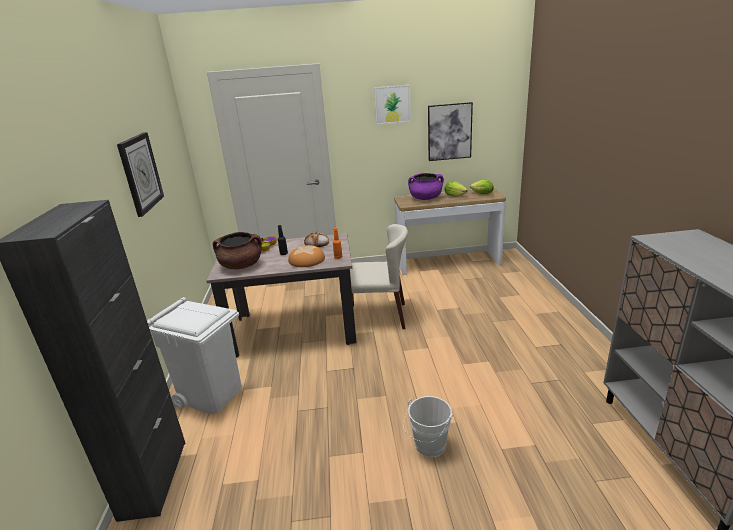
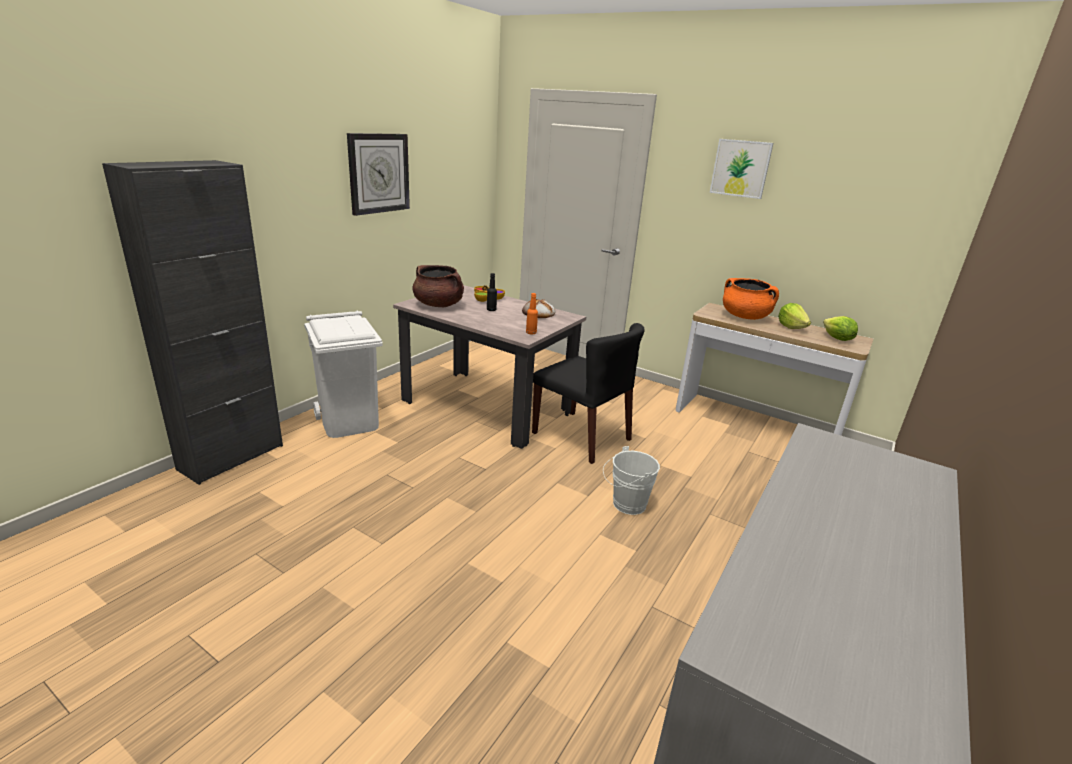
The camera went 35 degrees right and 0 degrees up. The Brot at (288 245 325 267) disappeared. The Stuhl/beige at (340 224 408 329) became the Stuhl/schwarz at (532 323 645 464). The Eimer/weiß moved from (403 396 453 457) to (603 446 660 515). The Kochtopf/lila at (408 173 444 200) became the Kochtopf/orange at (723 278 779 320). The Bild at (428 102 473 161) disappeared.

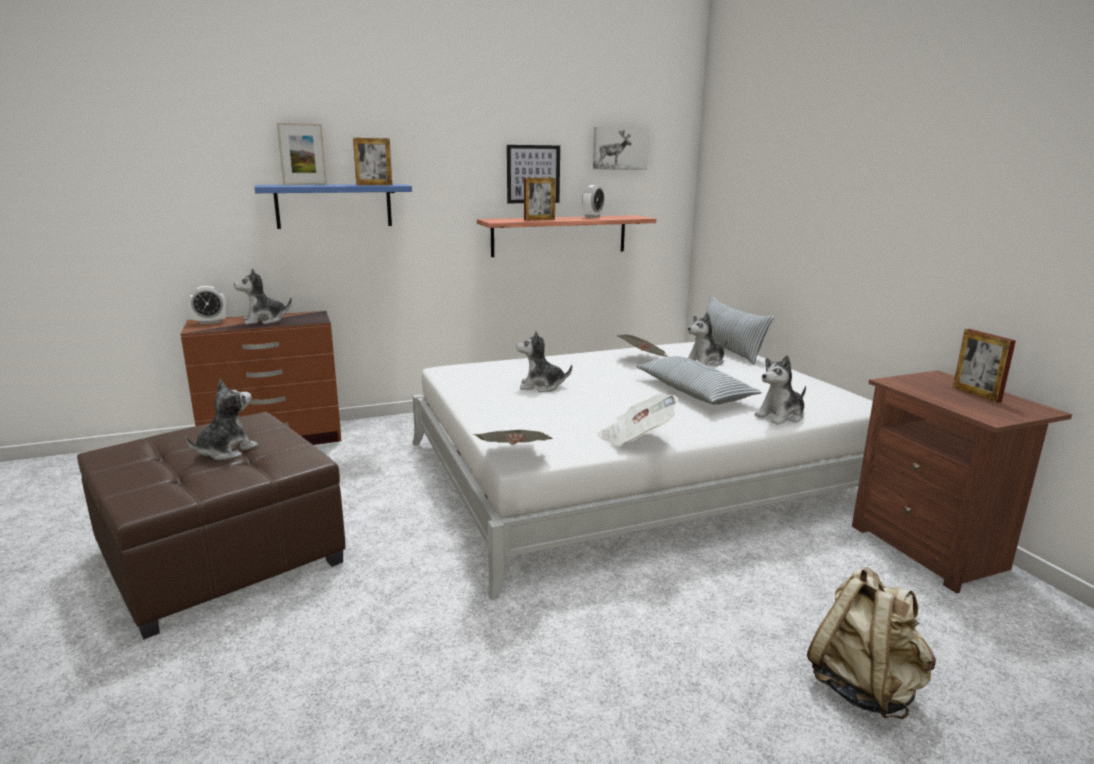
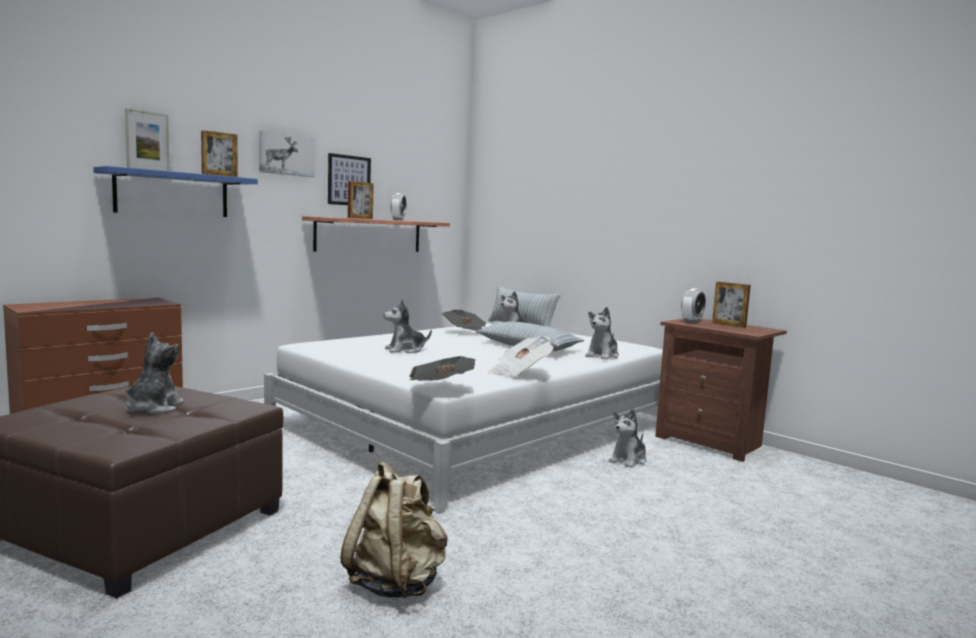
The camera went 25 degrees left and 10 degrees down. The Wecker moved from (189 286 226 324) to (681 288 706 323). The Plüschtier moved from (234 268 292 325) to (609 409 647 468). The Bild moved from (593 127 649 170) to (259 131 315 177). The Rucksack/beige moved from (807 567 936 719) to (341 461 447 598).

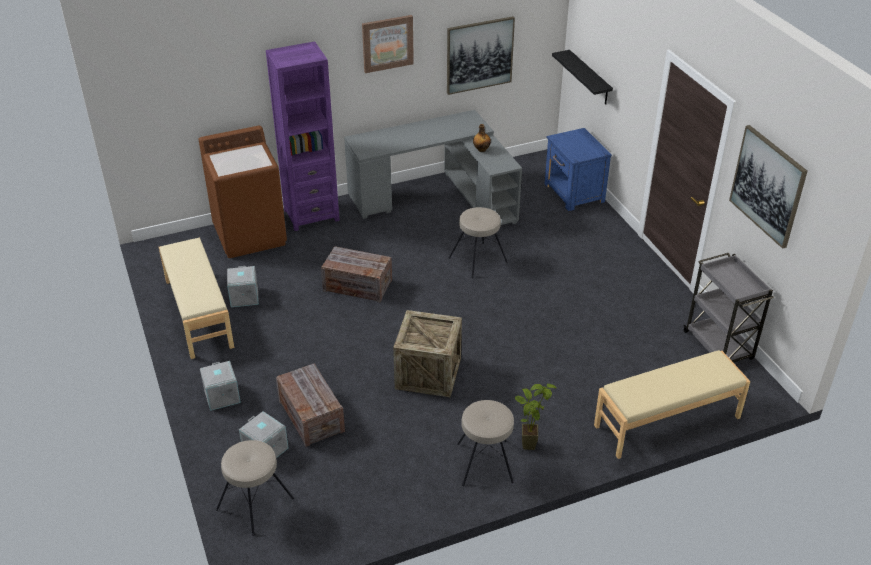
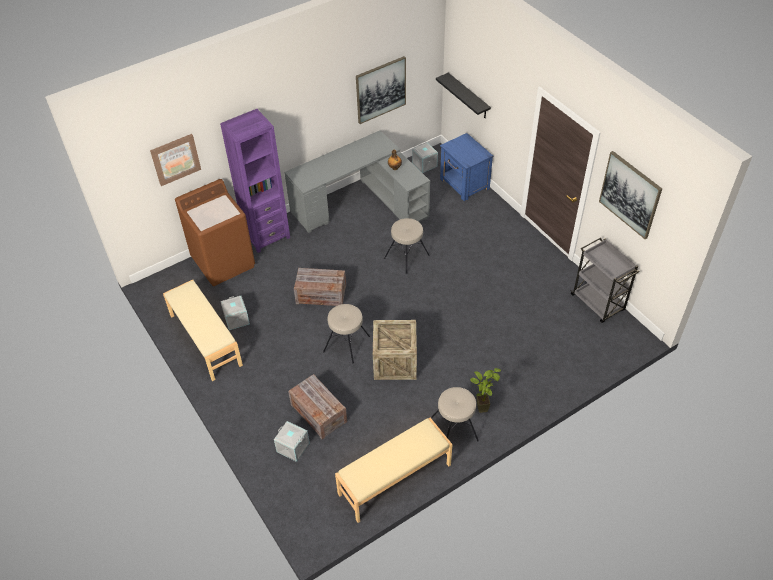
The camera went 10 degrees left and 10 degrees up. The Aufbewahrungsbox/grau moved from (200 361 241 411) to (412 142 438 173). The Hocker/beige moved from (216 440 294 536) to (323 304 370 363). The Bild moved from (362 15 414 73) to (150 134 201 186). The Bank/beige moved from (594 350 750 459) to (335 418 452 523).

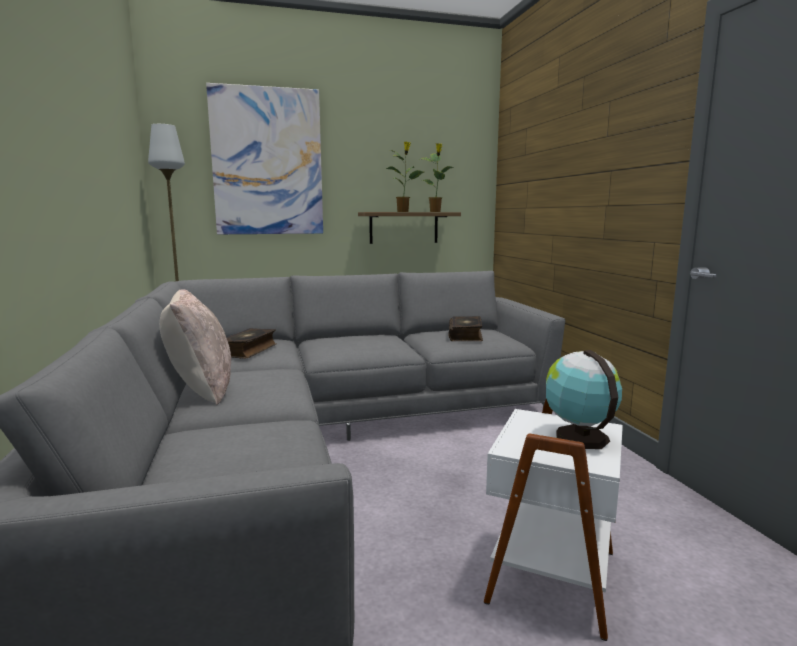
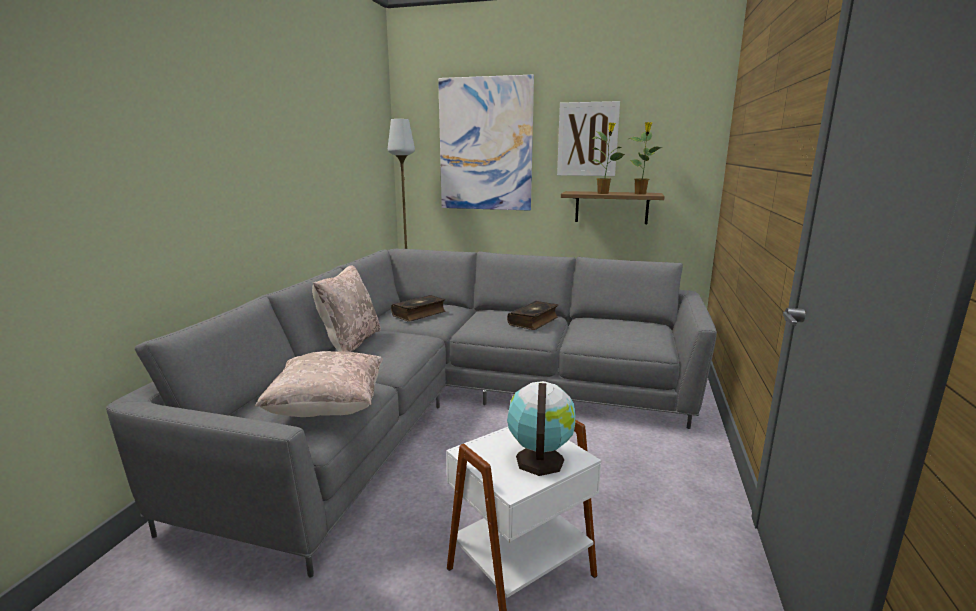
The camera went 30 degrees right and 5 degrees up. The Buch moved from (449 316 483 341) to (507 301 558 330). The Kissen/beige at (255 351 383 417) appeared. The Bild at (557 101 620 176) appeared.

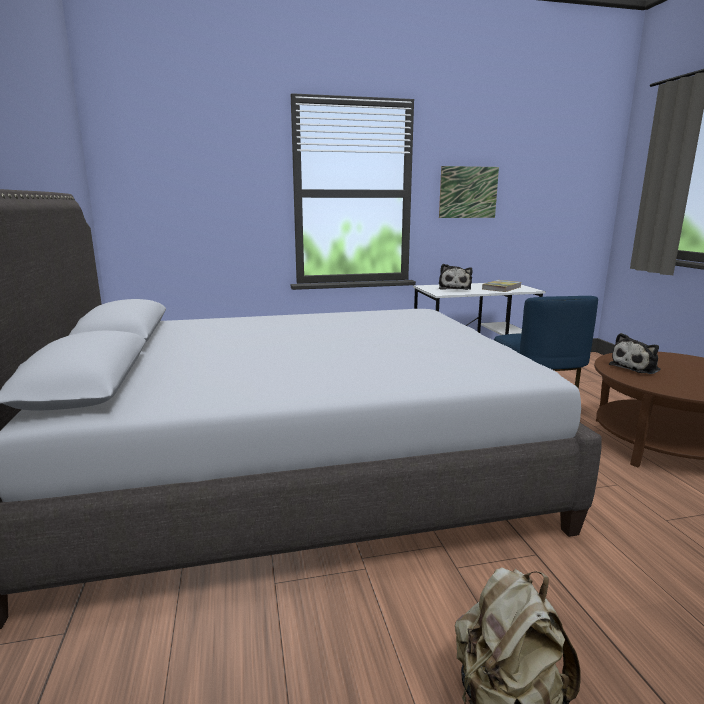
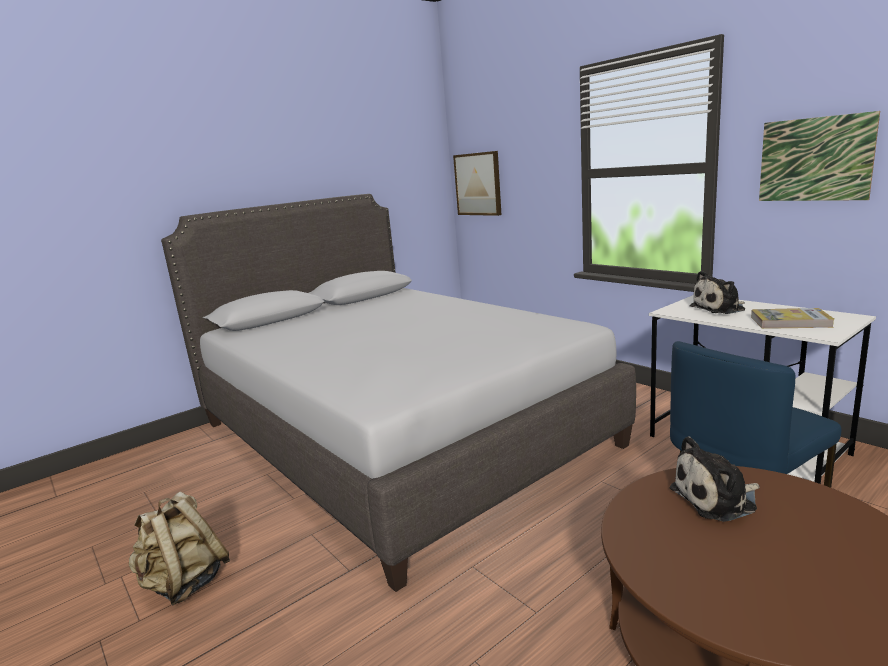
The camera went 65 degrees right and 0 degrees up. The Plüschtier at (609 333 661 374) turned 45 degrees counterclockwise. The Bild at (453 151 501 216) appeared.

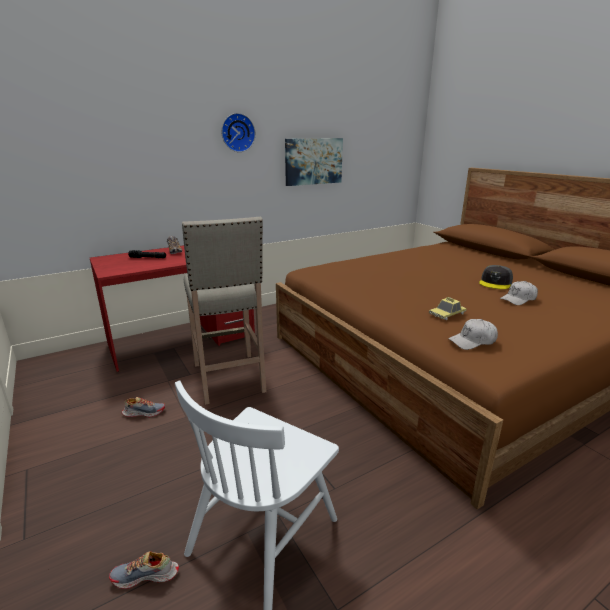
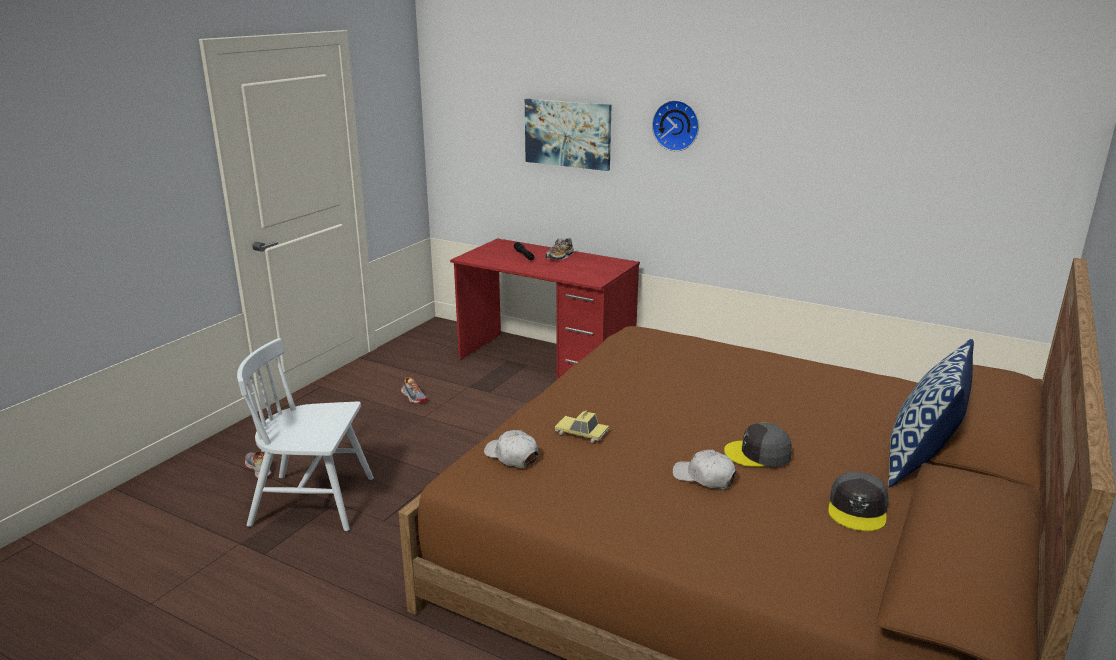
The camera went 60 degrees right and 0 degrees up. The Hocker/beige at (182 217 267 405) disappeared. The Bild moved from (285 138 343 186) to (525 99 612 171). The Kappe/grau at (828 471 888 531) appeared. The Kissen at (888 339 974 487) appeared.

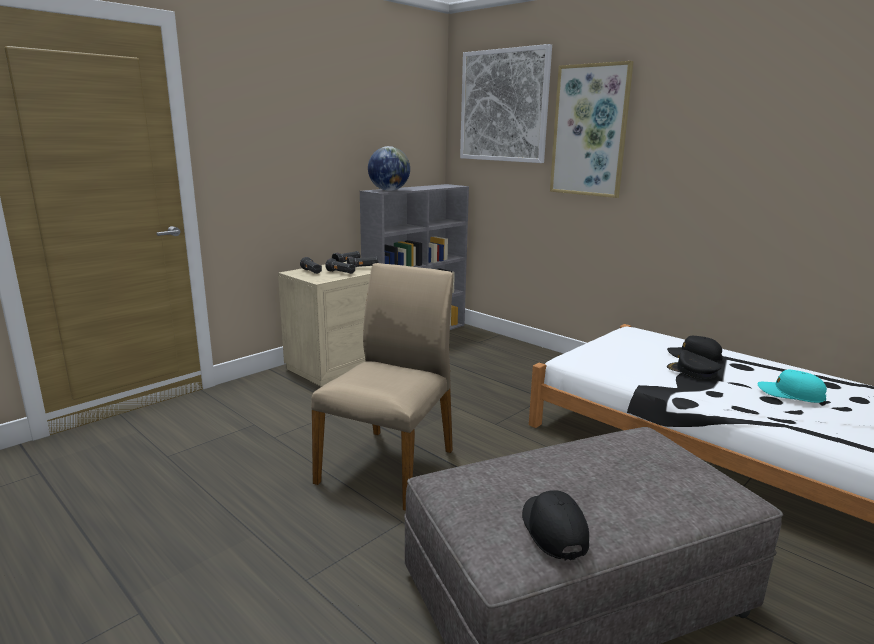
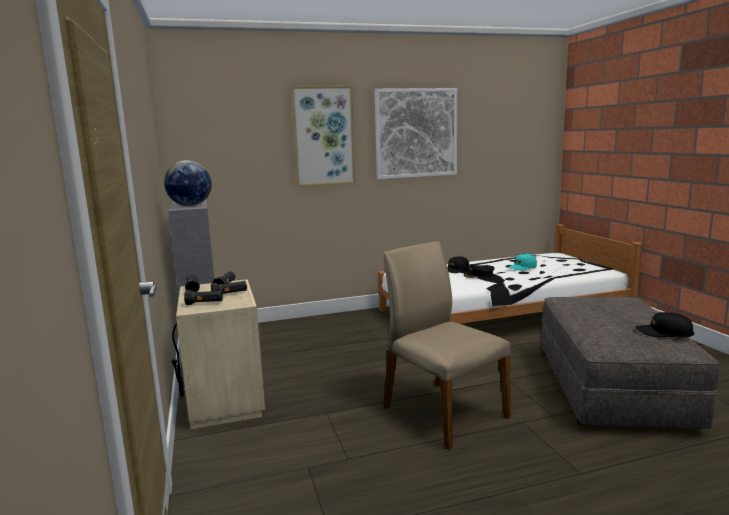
The camera went 60 degrees left and 5 degrees down. The Bild moved from (460 44 552 163) to (374 88 457 179).

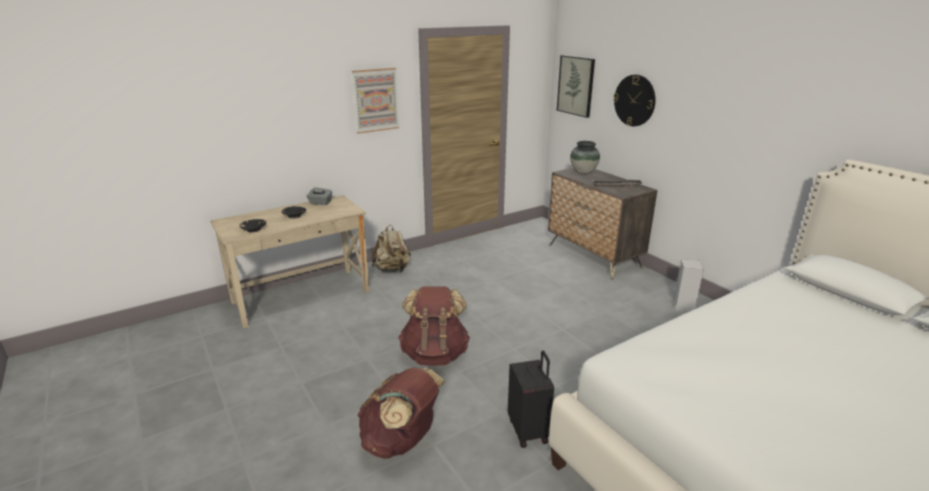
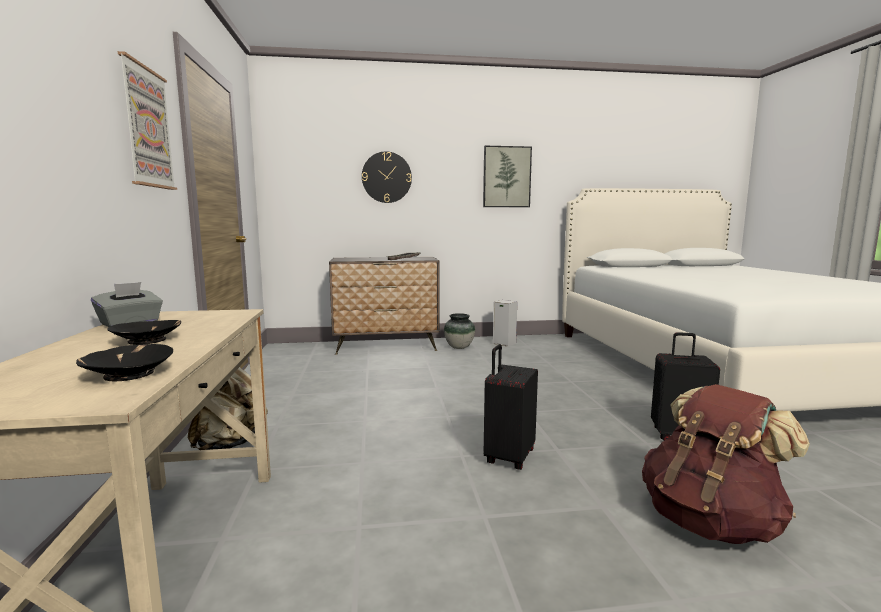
The camera went 65 degrees left and 15 degrees down. The Rucksack/braun at (398 287 470 366) was replaced by the Koffer/schwarz at (484 344 538 470). The Bild moved from (557 55 595 118) to (483 146 532 207). The Vase moved from (570 141 600 174) to (444 313 475 349).

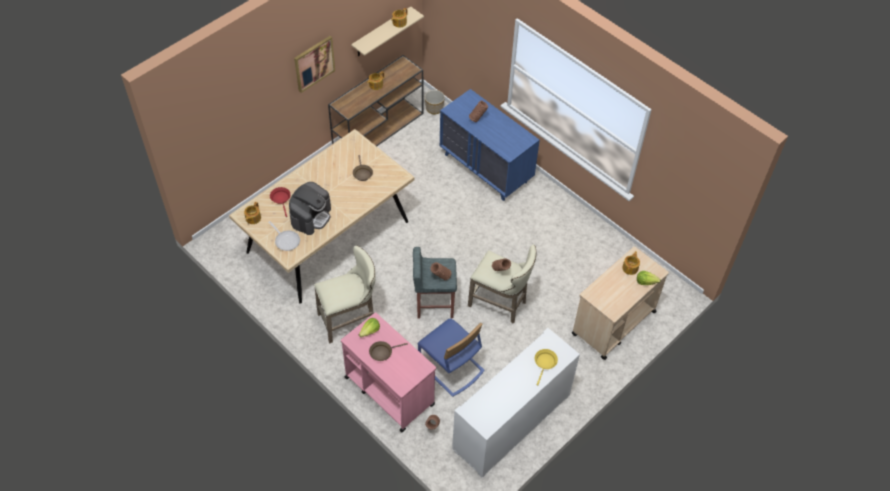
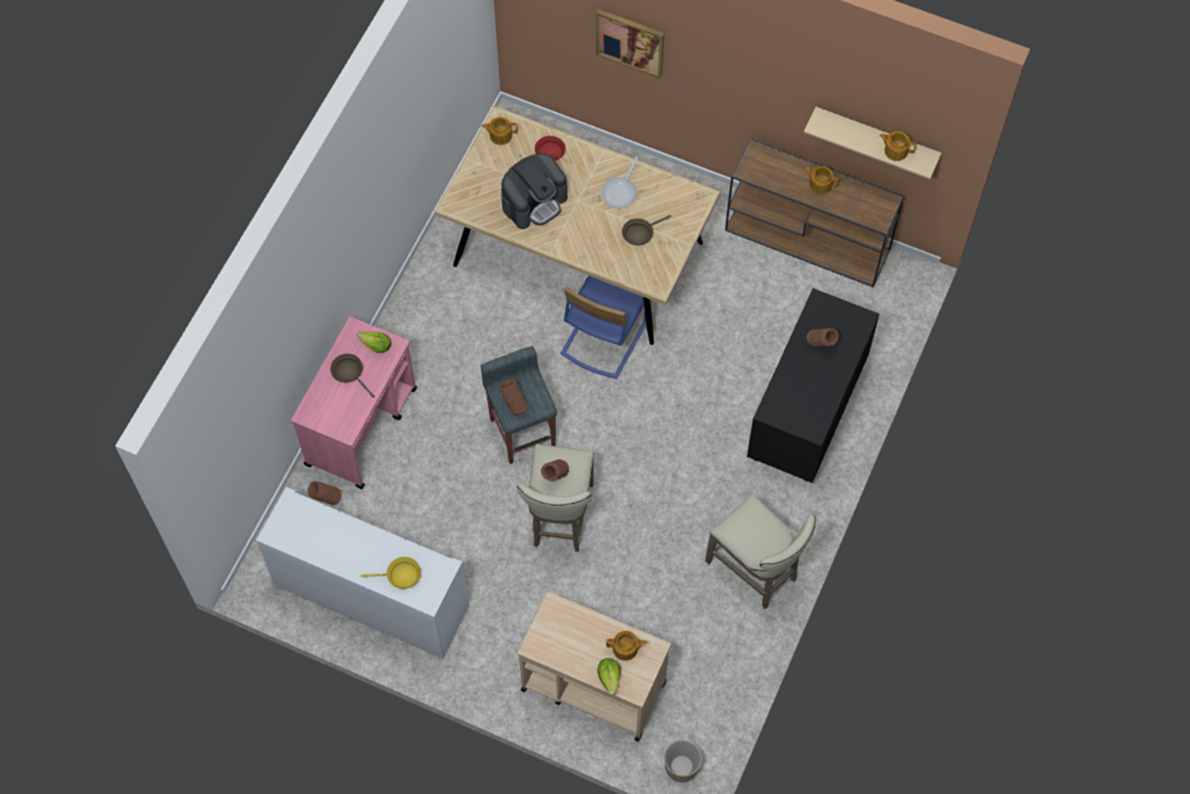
The camera went 70 degrees right and 10 degrees up. The Pfanne moved from (268 221 300 251) to (601 157 638 208). The Kaffeemaschine at (289 182 331 235) turned 45 degrees counterclockwise. The Bild moved from (294 36 335 93) to (596 9 664 79). The Hocker/beige moved from (314 246 376 344) to (705 494 816 609). The Stuhl/blau moved from (418 318 485 397) to (561 276 646 379). The Pflanzkübel moved from (425 90 445 114) to (664 740 702 782). The Kommode/blau at (440 89 540 201) became the Kommode/schwarz at (747 288 879 483).

